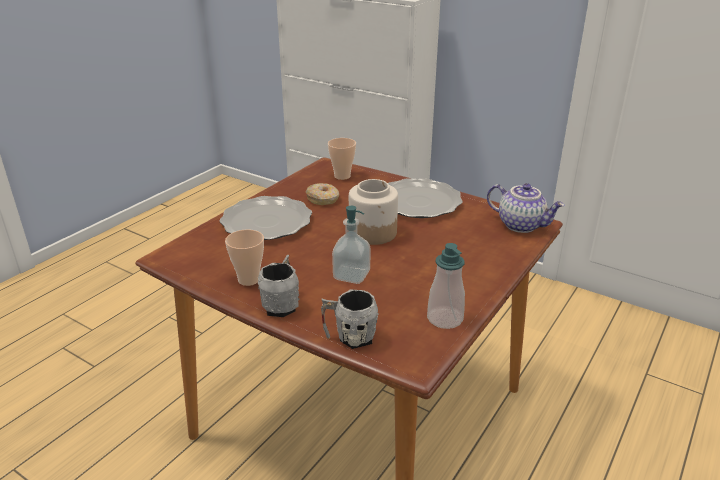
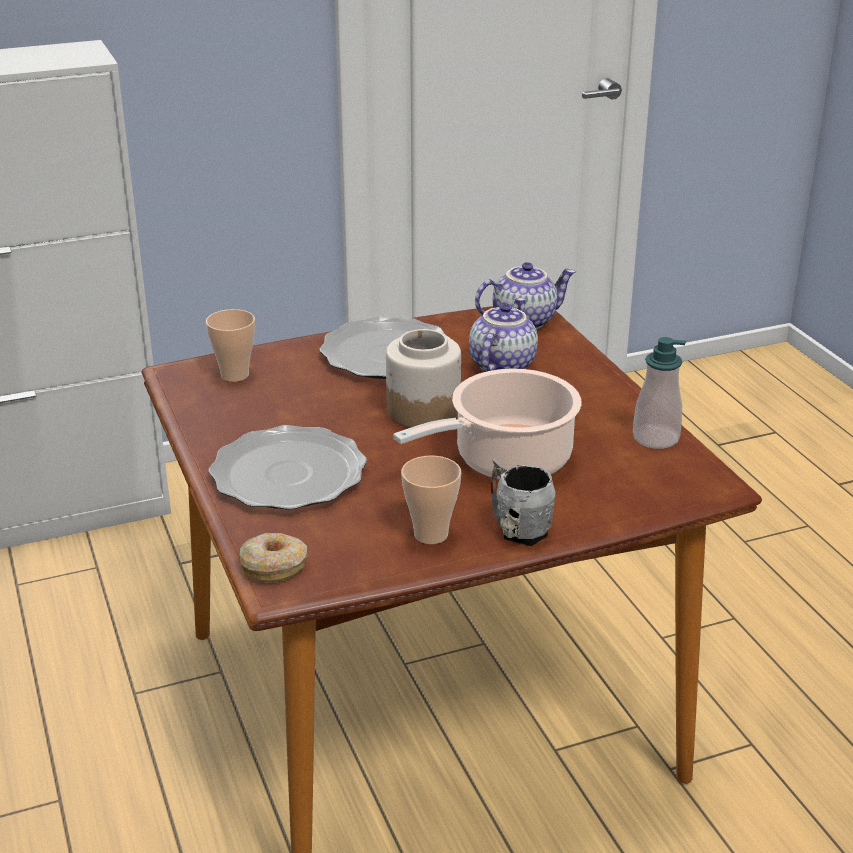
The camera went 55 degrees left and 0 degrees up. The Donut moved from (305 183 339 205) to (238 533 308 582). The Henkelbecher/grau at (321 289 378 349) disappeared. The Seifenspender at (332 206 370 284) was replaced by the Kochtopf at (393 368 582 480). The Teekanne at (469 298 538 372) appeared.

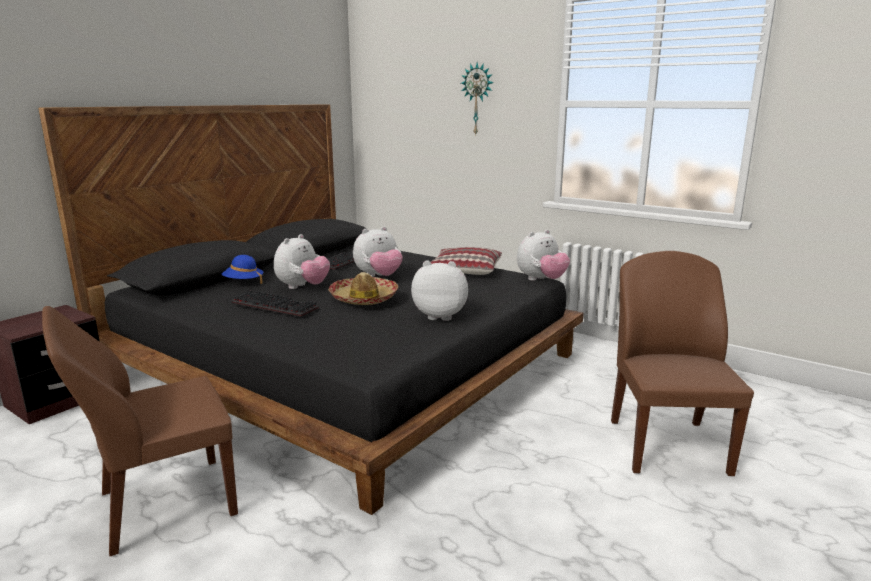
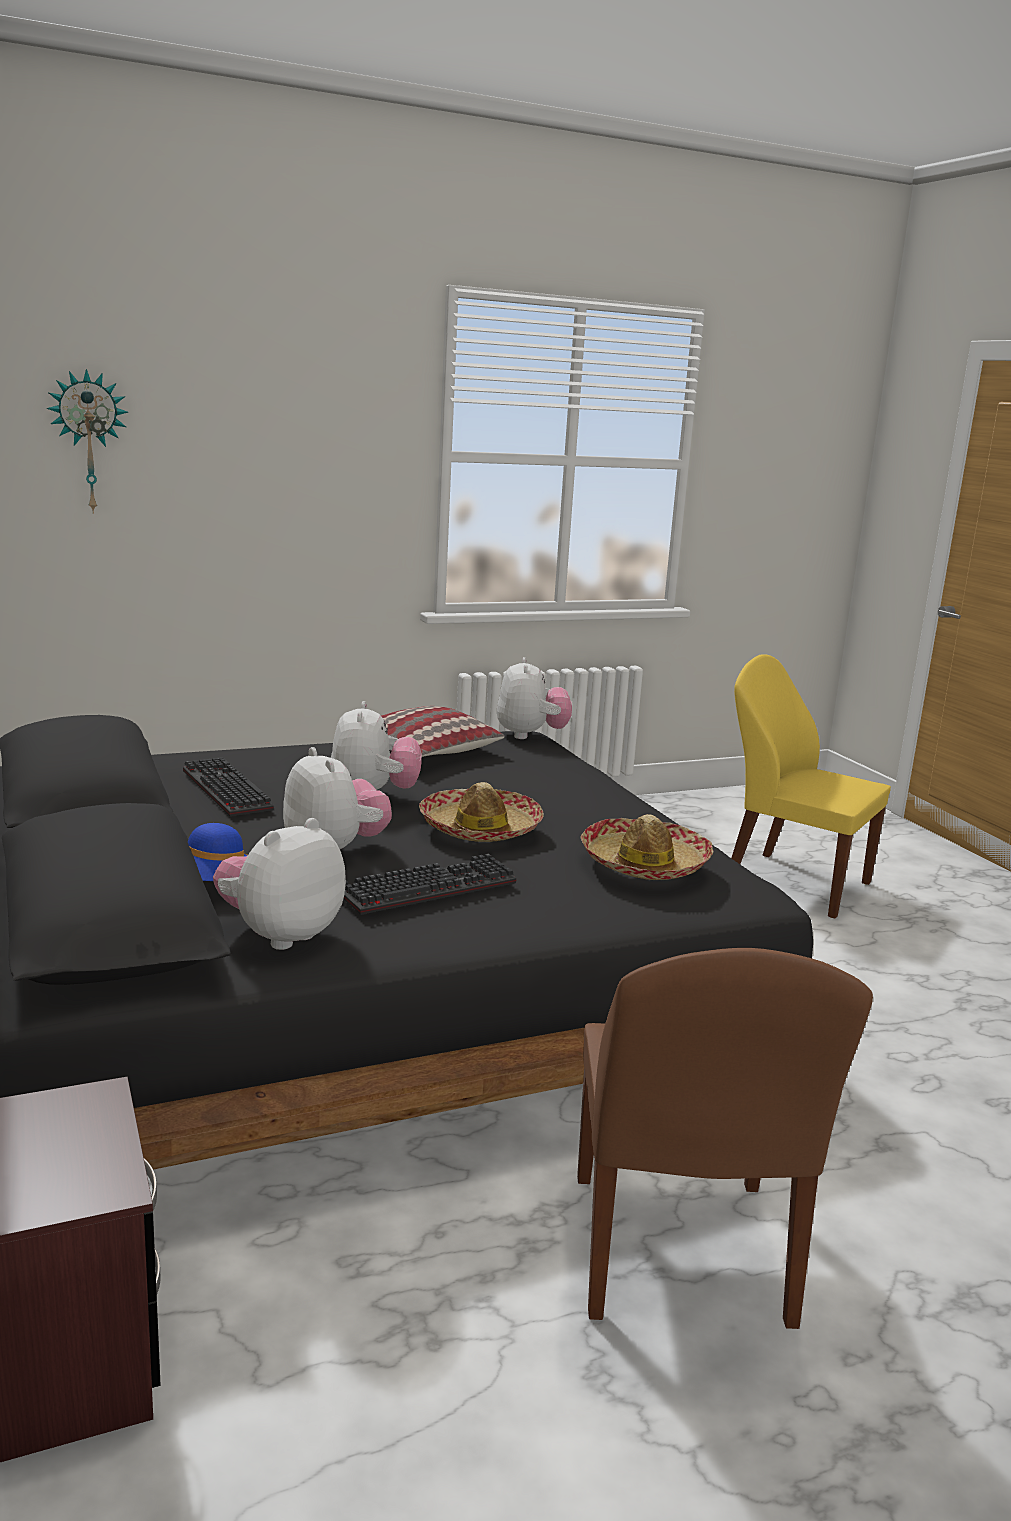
The camera went 60 degrees left and 0 degrees up. The Plüschtier moved from (411 260 468 321) to (213 818 346 950). The Wanduhr moved from (461 62 494 136) to (46 369 128 514). The Stuhl/braun at (611 251 754 476) became the Stuhl/gelb at (731 654 891 919). The Hut at (580 814 713 880) appeared.

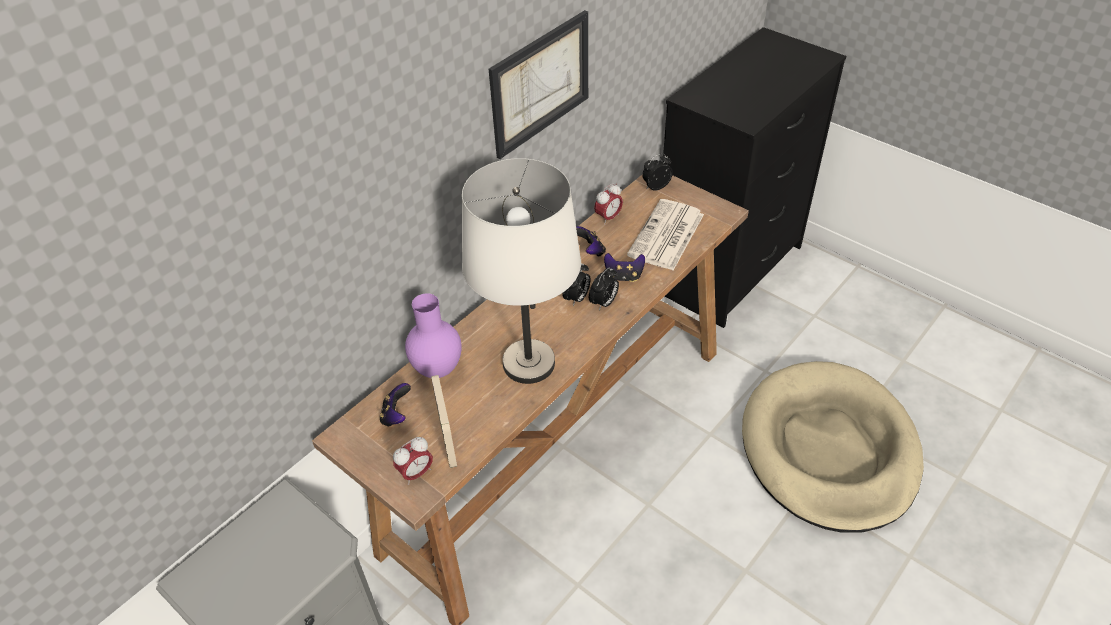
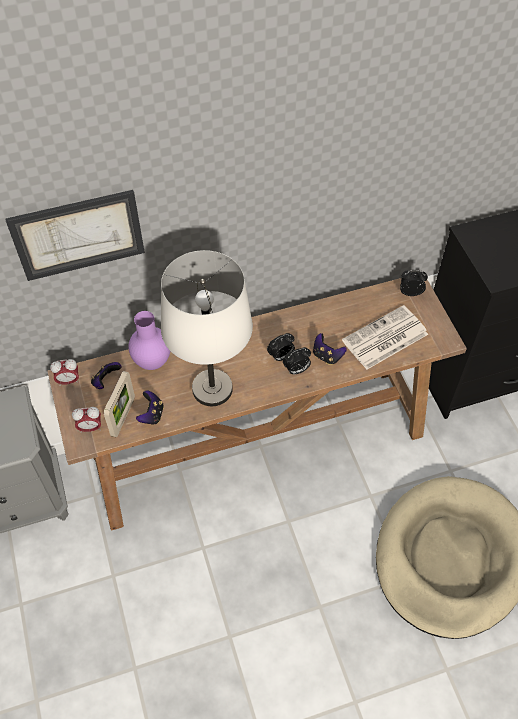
The camera went 30 degrees right and 10 degrees up. The Bild moved from (489 10 588 159) to (5 190 145 281). The Gamepad moved from (576 226 606 257) to (136 390 164 425). The Wecker moved from (594 183 623 225) to (50 359 79 386).

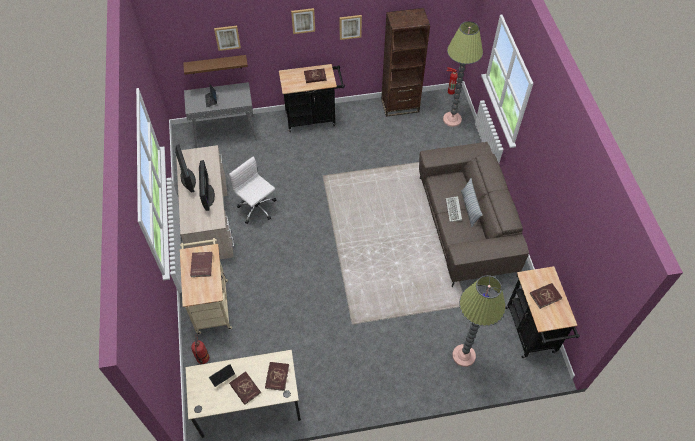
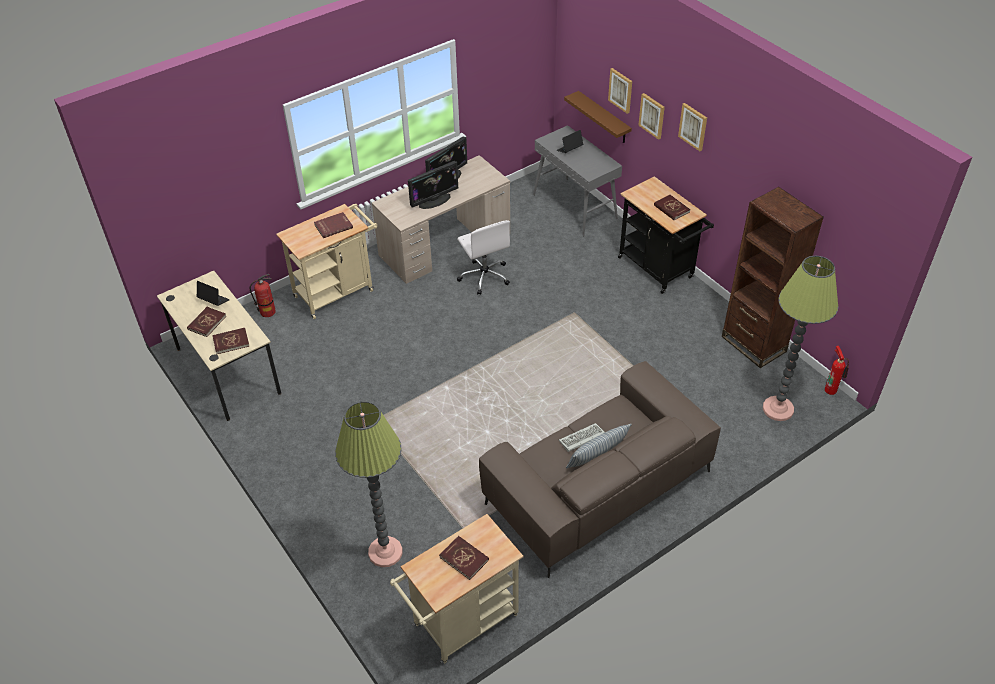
The camera went 65 degrees right and 10 degrees down. The Bürostuhl/weiß at (229 157 277 224) turned 135 degrees clockwise. The Bild moved from (339 15 362 40) to (638 93 665 140). The Rollwagen/schwarz at (506 266 580 359) became the Rollwagen/beige at (390 514 523 663).

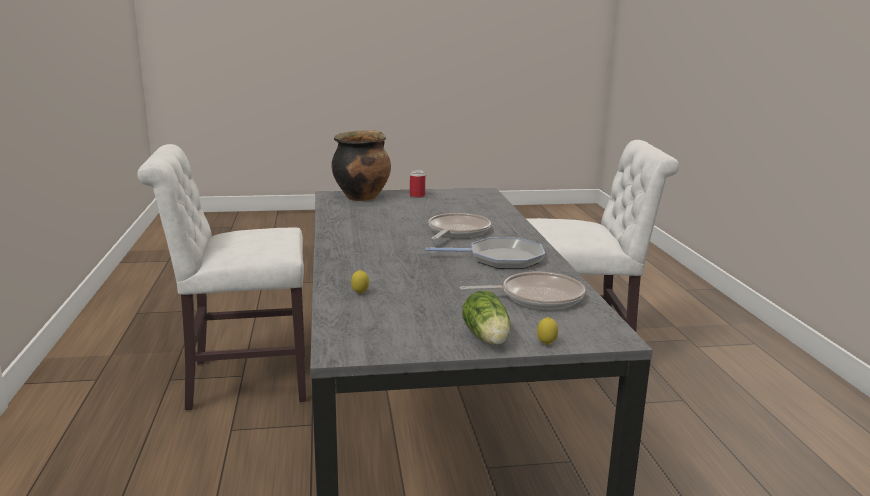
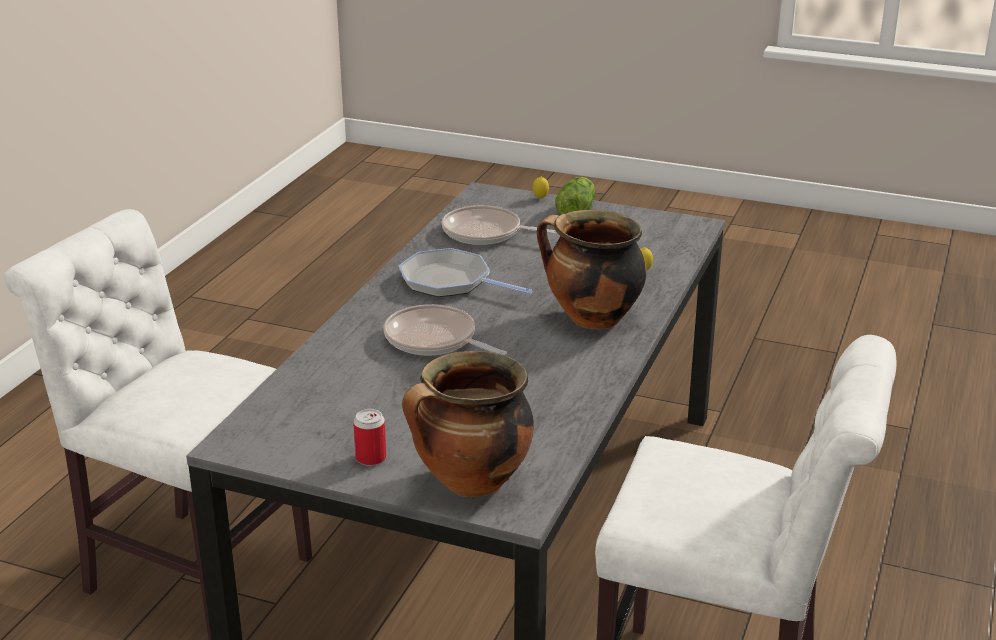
The camera went 150 degrees left and 10 degrees up. The Pfanne at (428 213 491 240) turned 75 degrees clockwise. The Kochtopf at (537 210 646 329) appeared.

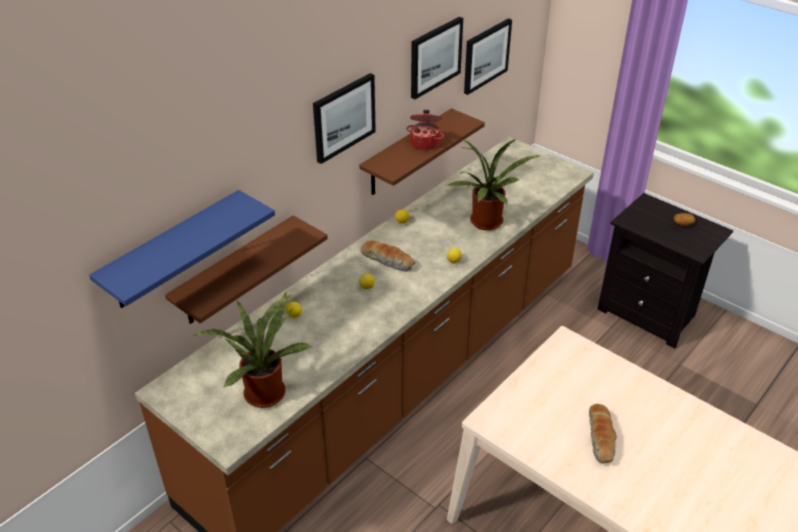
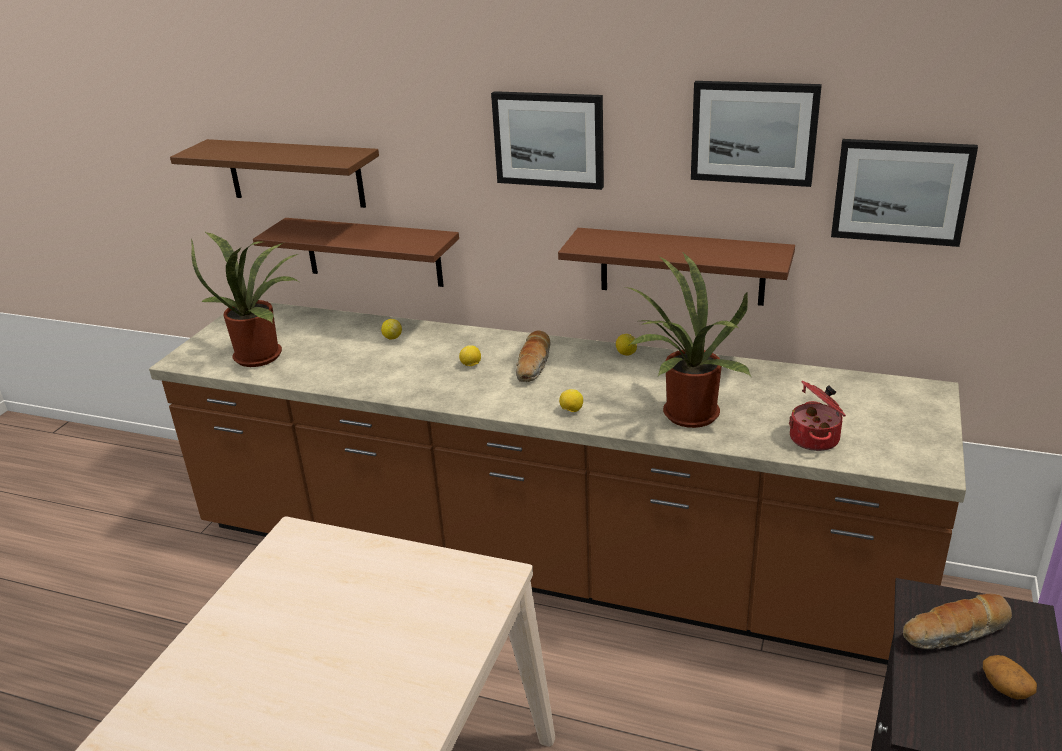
The camera went 70 degrees right and 10 degrees down. The Wandregal/blau at (89 190 275 308) became the Wandregal/braun at (170 139 379 208). The Kochtopf moved from (406 110 444 150) to (789 381 846 451). The Brot moved from (589 404 617 463) to (903 594 1012 649).

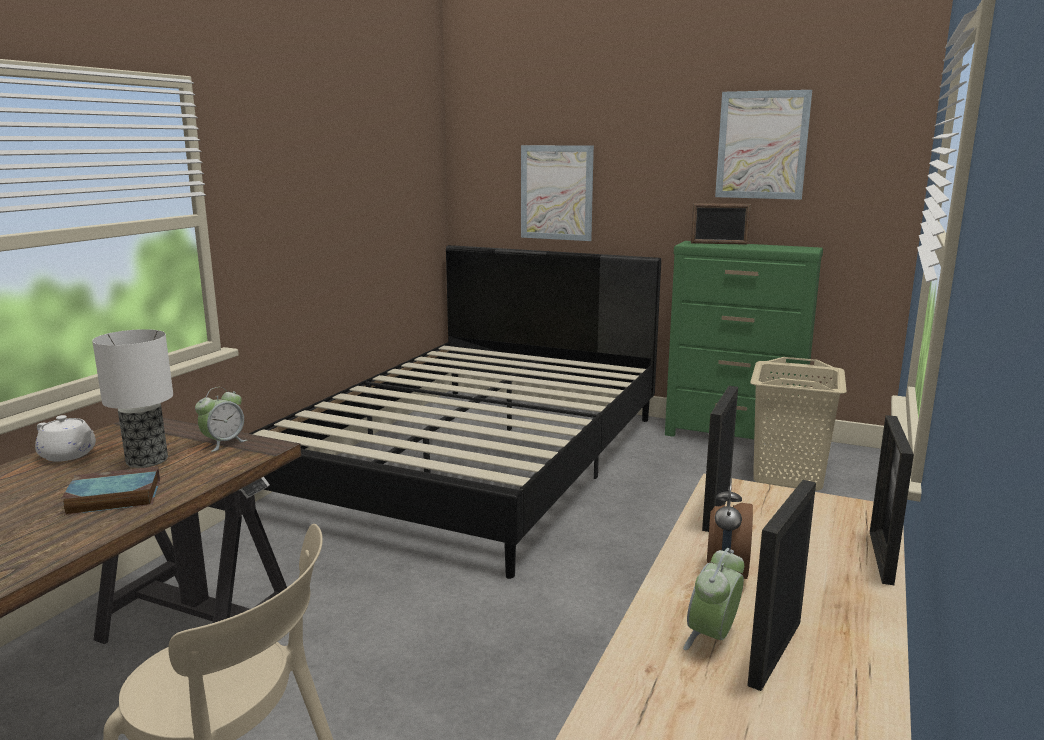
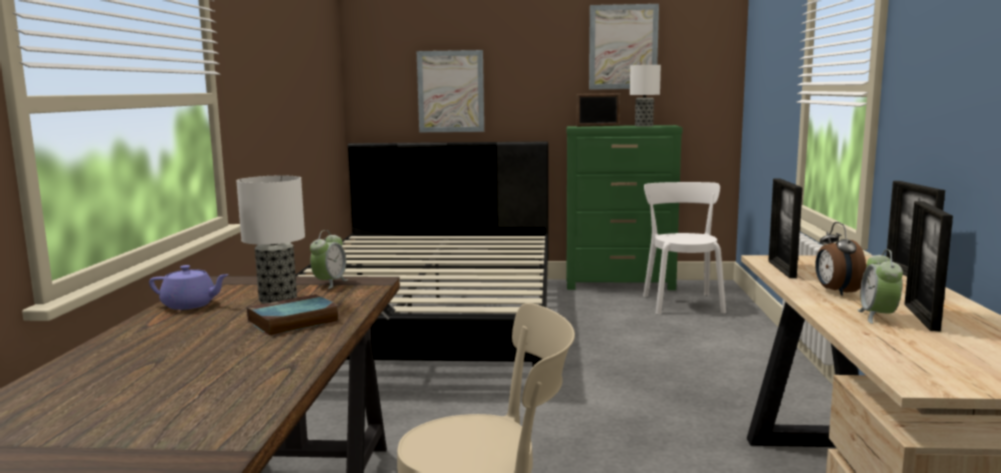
The camera went 20 degrees left and 5 degrees down. The Teekanne/weiß at (35 415 96 462) became the Teekanne/lila at (149 265 229 310). The Wäschekorb/beige at (750 357 847 491) was replaced by the Stuhl/weiß at (643 182 726 315). The Tischlampe at (630 65 661 127) appeared.

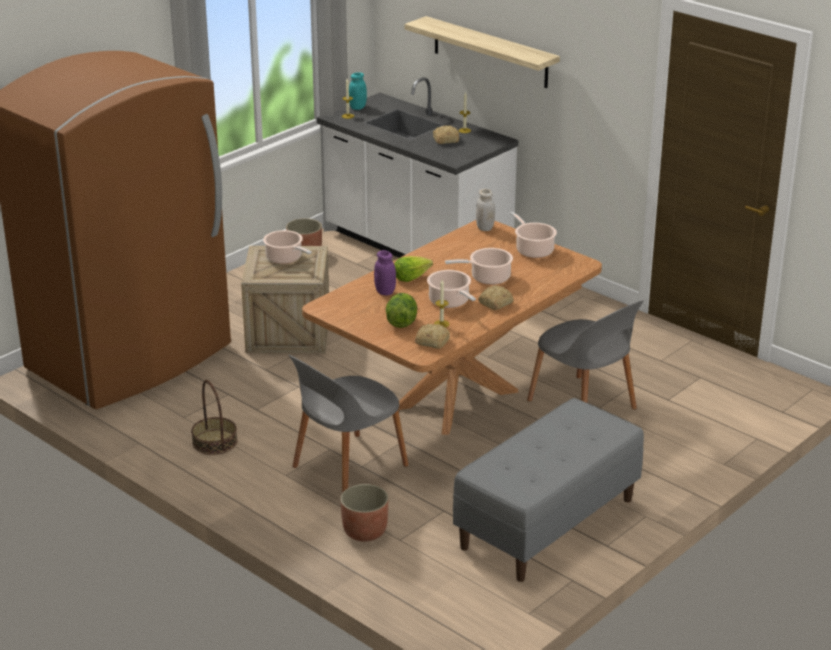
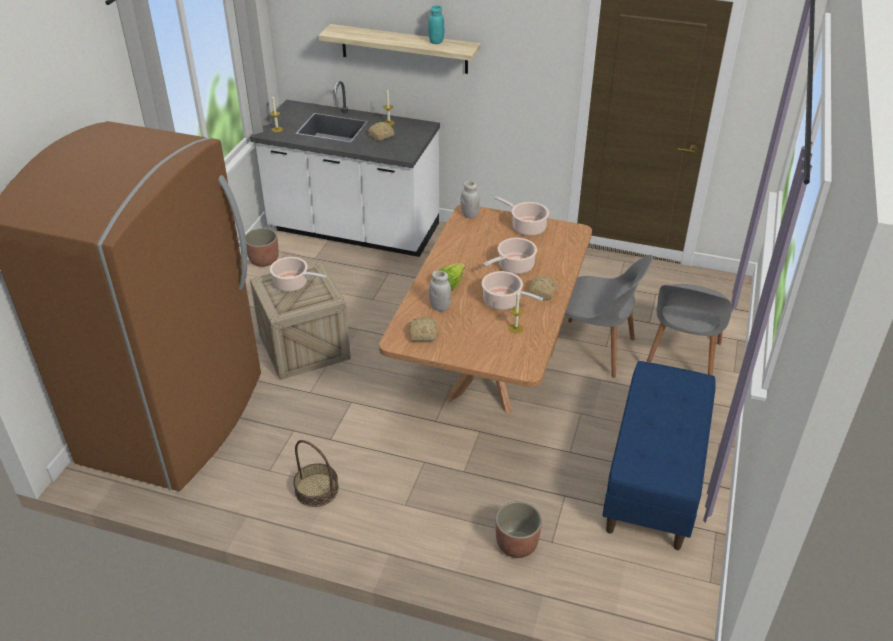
The camera went 25 degrees left and 10 degrees up. The Stuhl/grau moved from (289 355 409 493) to (646 284 732 376). The Vorratsglas/türkis moved from (349 72 367 110) to (428 5 444 44). The Vorratsglas/lila at (374 250 396 296) became the Vorratsglas/weiß at (429 270 451 311). The Salatkopf at (386 293 417 328) disappeared. The Brot moved from (415 324 450 349) to (409 317 438 341). The Bank/grau at (453 398 644 582) became the Bank/blau at (602 361 715 550).

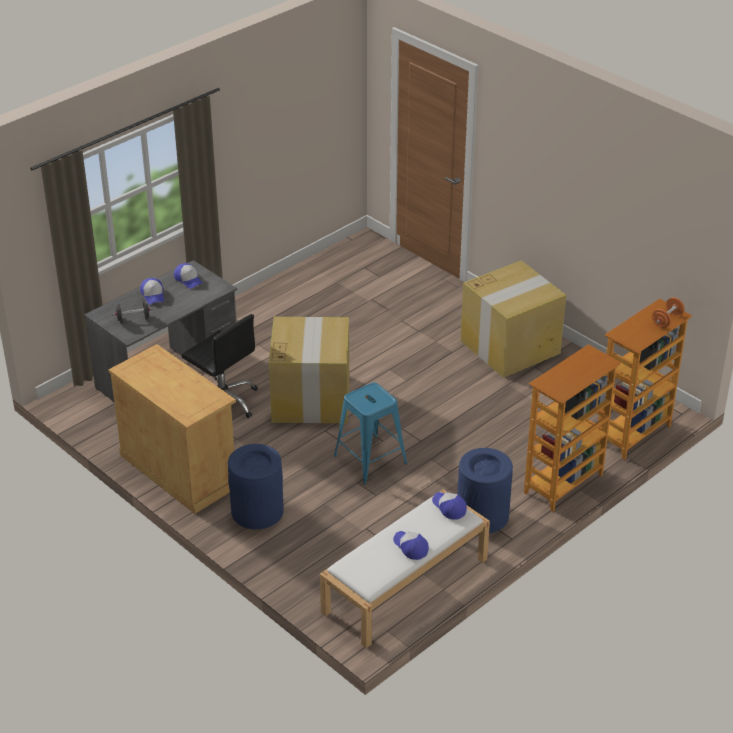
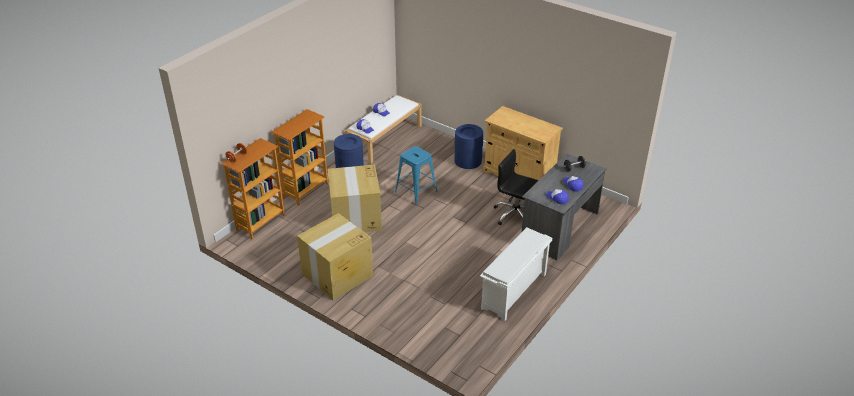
The camera went 170 degrees right and 0 degrees up. The Karton moved from (269 317 349 423) to (328 165 382 232). The Schuhregal/weiß at (480 227 552 321) appeared.

